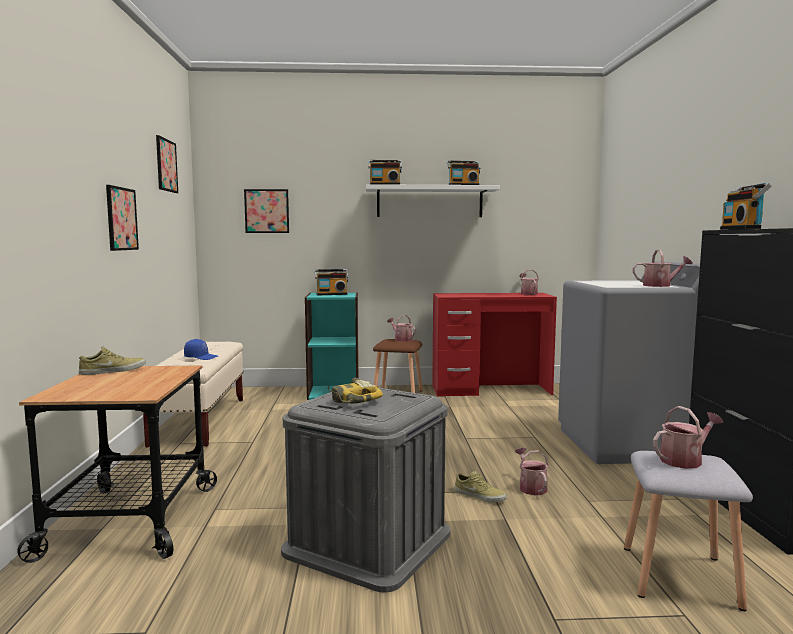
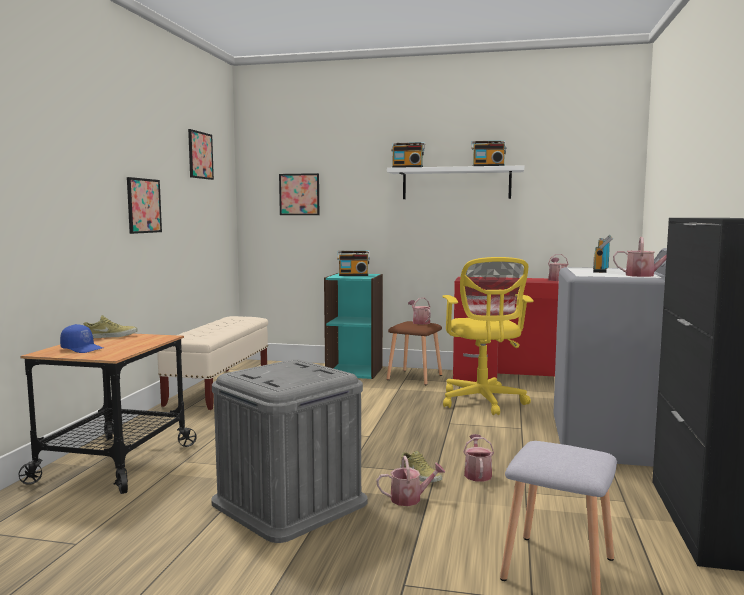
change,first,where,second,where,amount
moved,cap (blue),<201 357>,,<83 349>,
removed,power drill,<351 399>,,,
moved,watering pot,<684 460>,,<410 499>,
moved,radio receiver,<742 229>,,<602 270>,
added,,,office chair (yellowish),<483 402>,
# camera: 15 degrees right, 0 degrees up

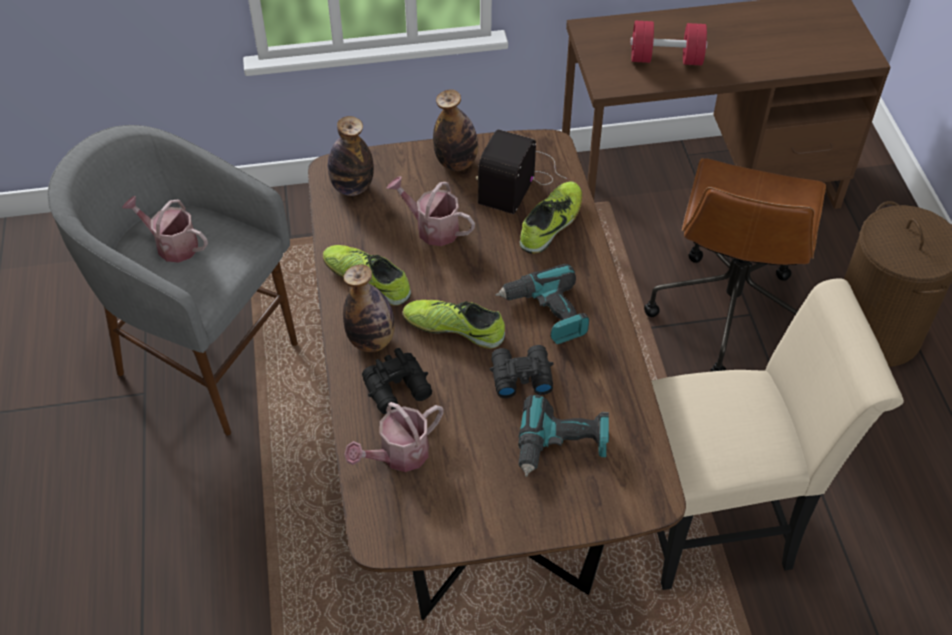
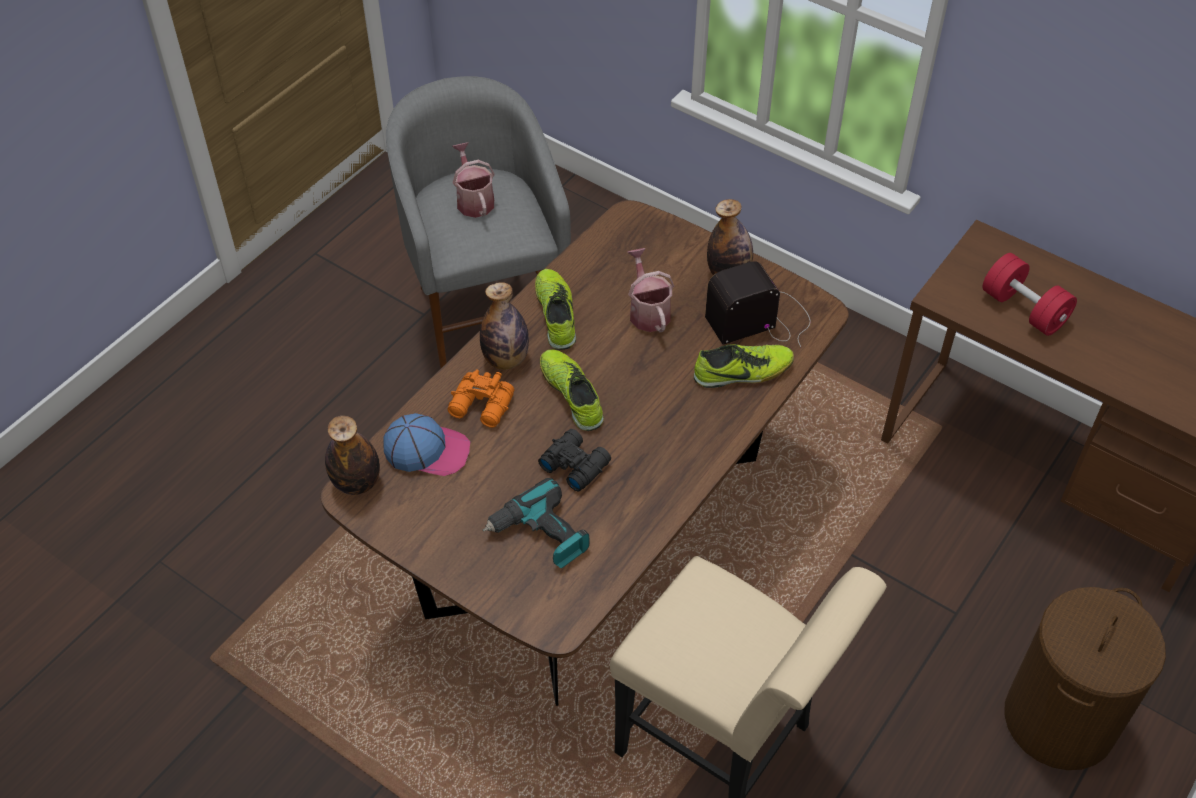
change,first,where,second,where,amount
moved,bottle,<352 187>,,<357 483>,
replaced,watering pot,<398 455>,cap,<427 450>,
recoloured,field glasses (black-coloured),<399 390>,field glasses (orangey),<482 407>,
removed,power drill,<547 313>,,,
removed,office chair (brown),<728 311>,,,
# camera: 45 degrees right, 0 degrees up

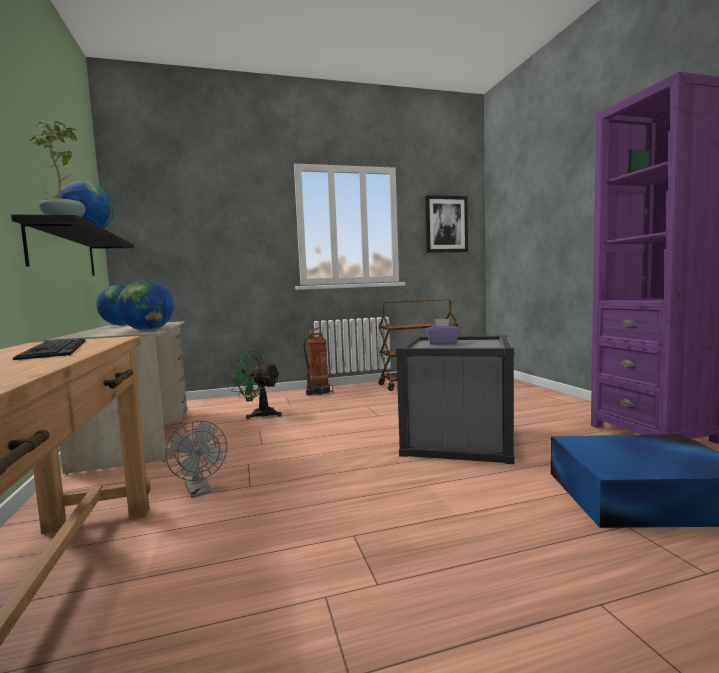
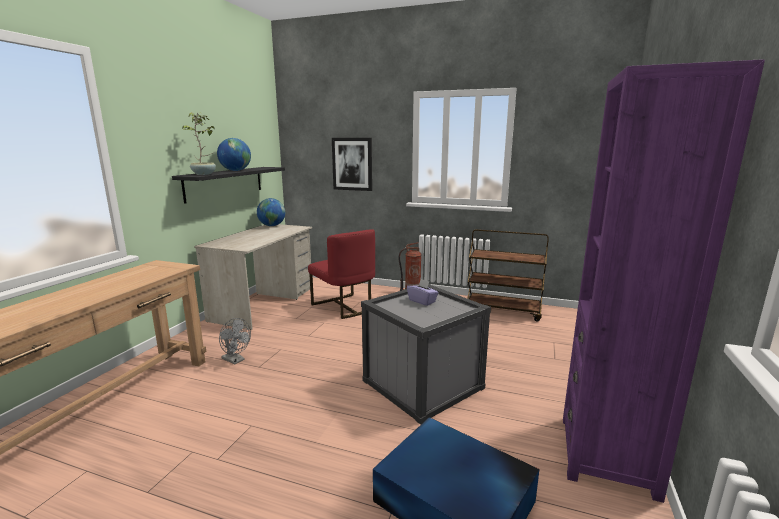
change,first,where,second,where,amount
removed,keyboard,<55 349>,,,
removed,world globe,<148 330>,,,
turned,cooling fan (grey),<200 492>,,<235 360>,60 degrees counterclockwise
replaced,cooling fan (green-coloured),<258 414>,plain chair (red),<344 307>,
moved,wall art,<446 224>,,<352 164>,
# camera: 35 degrees right, 10 degrees up

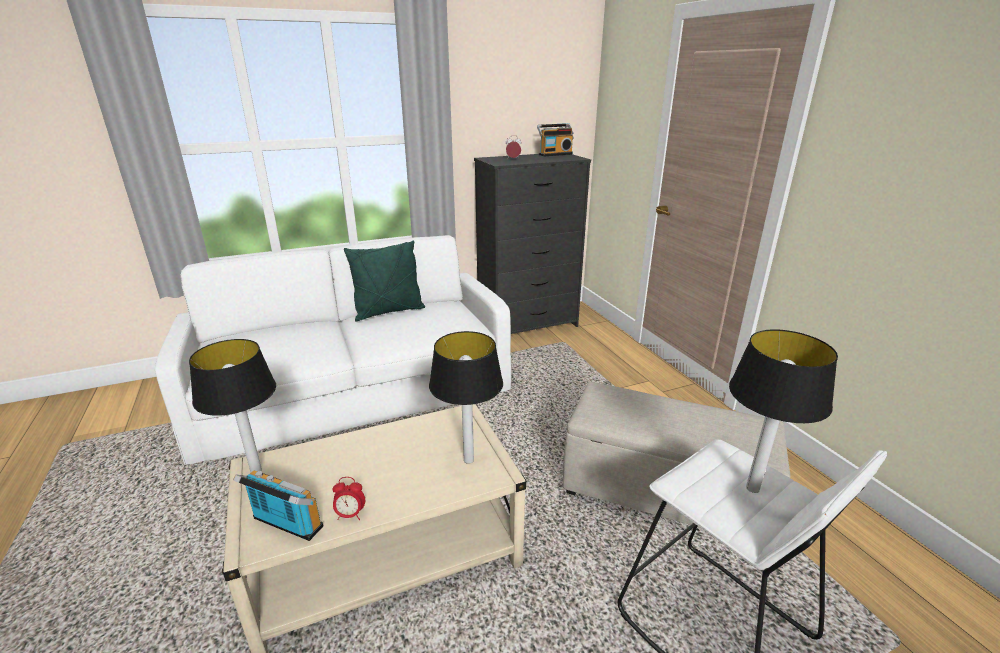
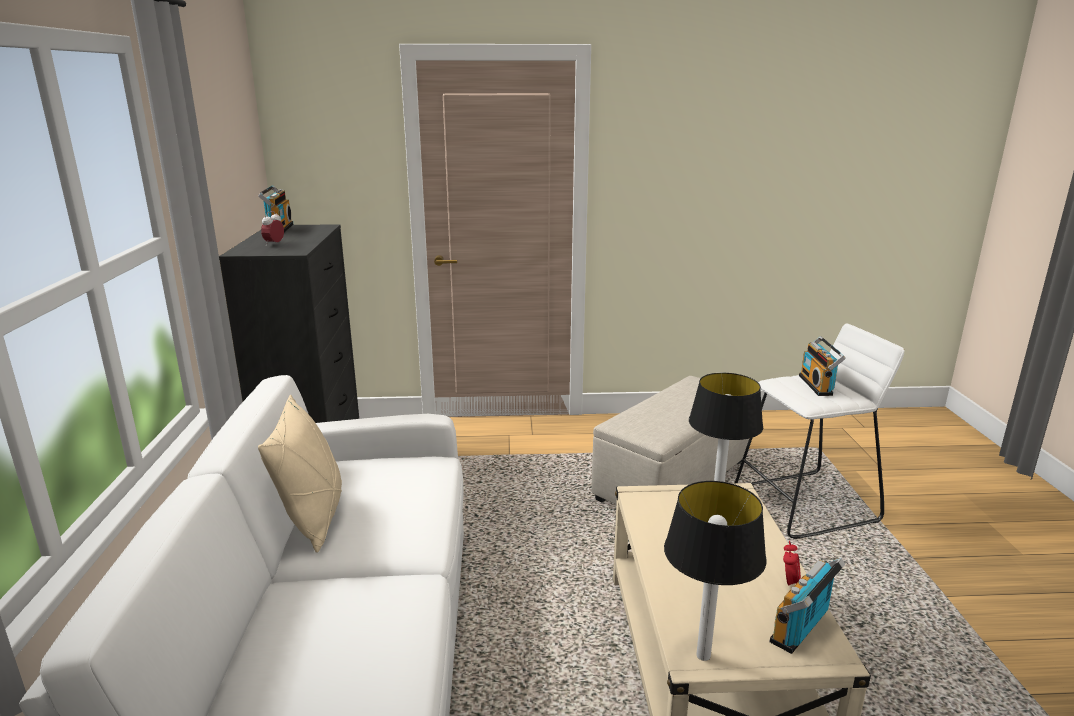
change,first,where,second,where,amount
recoloured,throw pillow (green-coloured),<389 312>,throw pillow (beige-coloured),<314 518>,
replaced,lamp for a table,<753 489>,radio receiver,<818 385>,
# camera: 70 degrees left, 5 degrees down

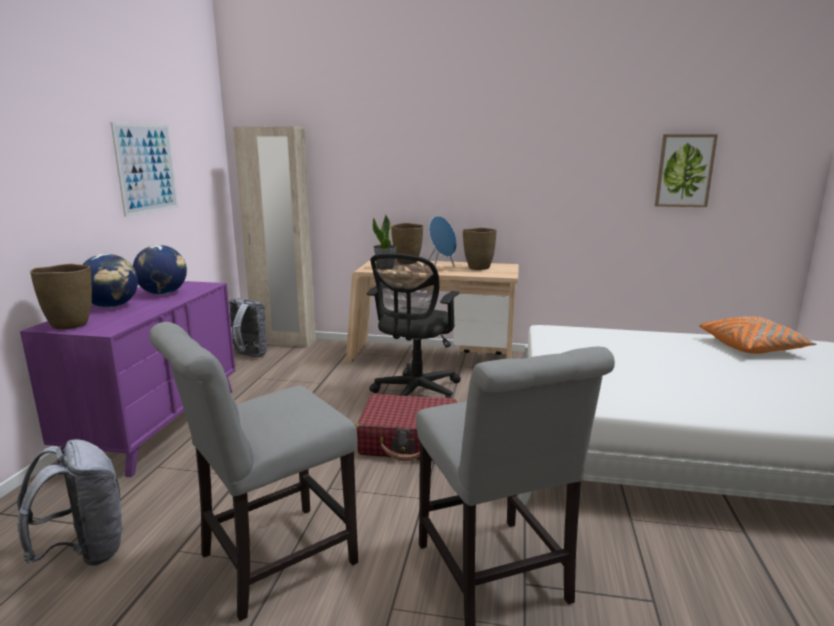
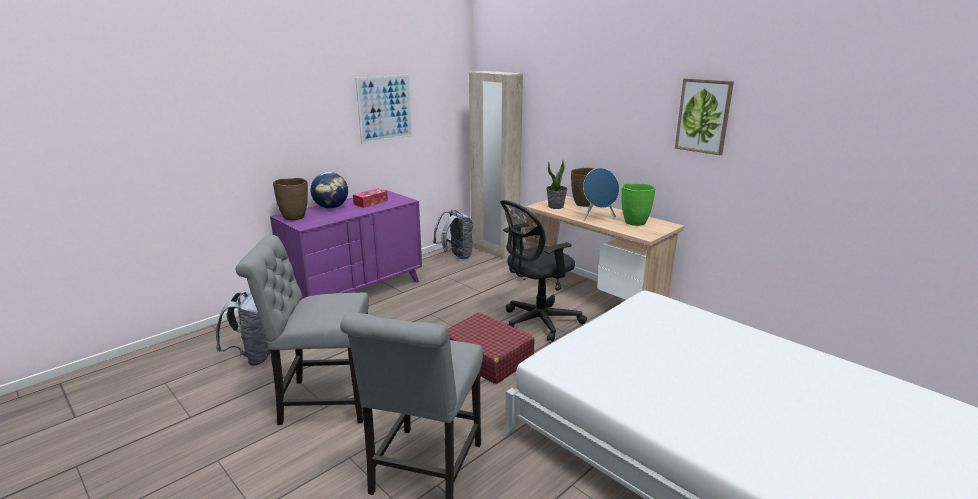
change,first,where,second,where,amount
replaced,world globe,<163 293>,tissue box,<370 202>,
recoloured,vase (brown),<478 268>,vase (green-coloured),<634 222>,
moved,wall art,<684 171>,,<703 116>,
removed,throw pillow (orangey),<752 347>,,,
# camera: 35 degrees right, 5 degrees up

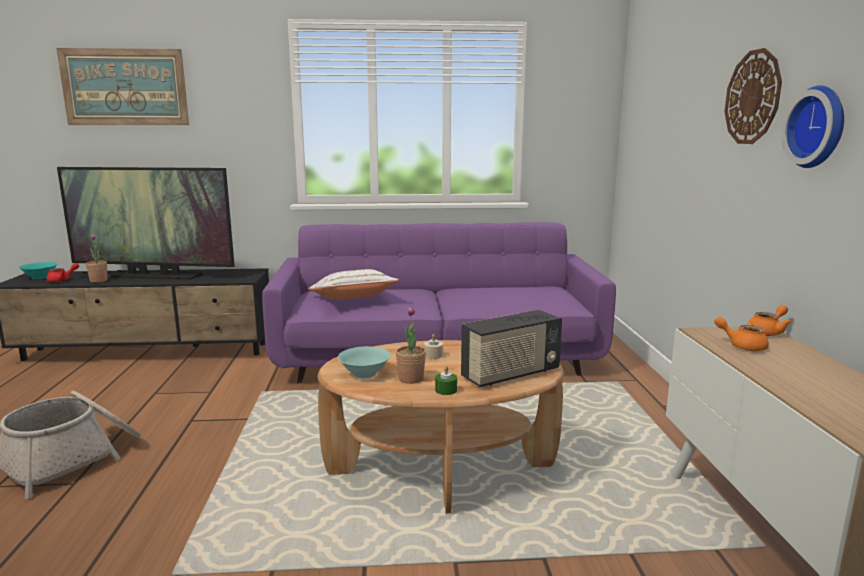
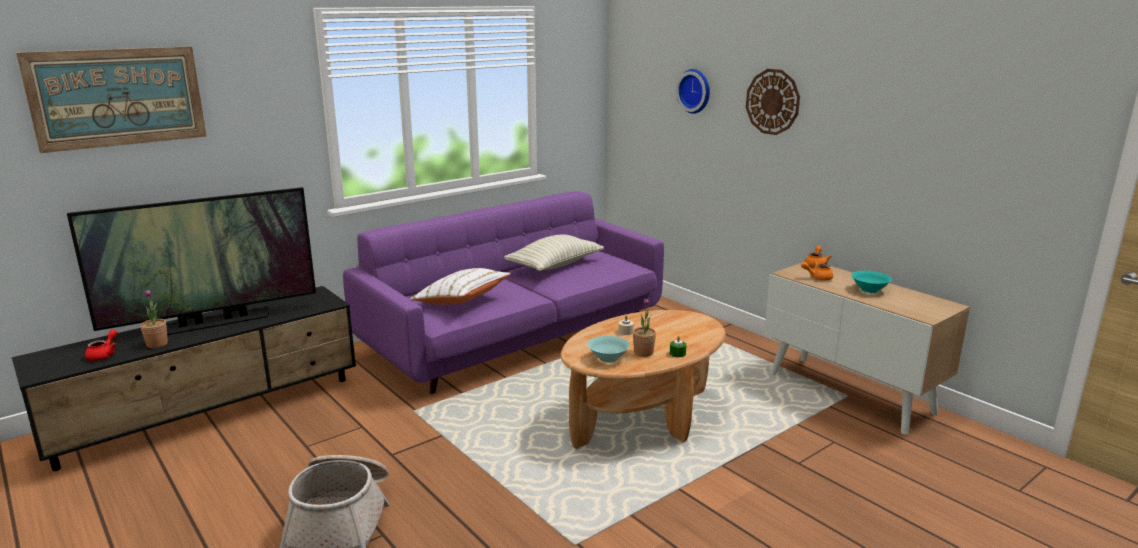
change,first,where,second,where,amount
moved,bowl (turquoise-coloured),<40 277>,,<869 290>,
removed,radio receiver,<510 375>,,,
moved,wall clock,<819 127>,,<695 91>,
added,,,throw pillow,<555 265>,
# camera: 35 degrees left, 5 degrees up

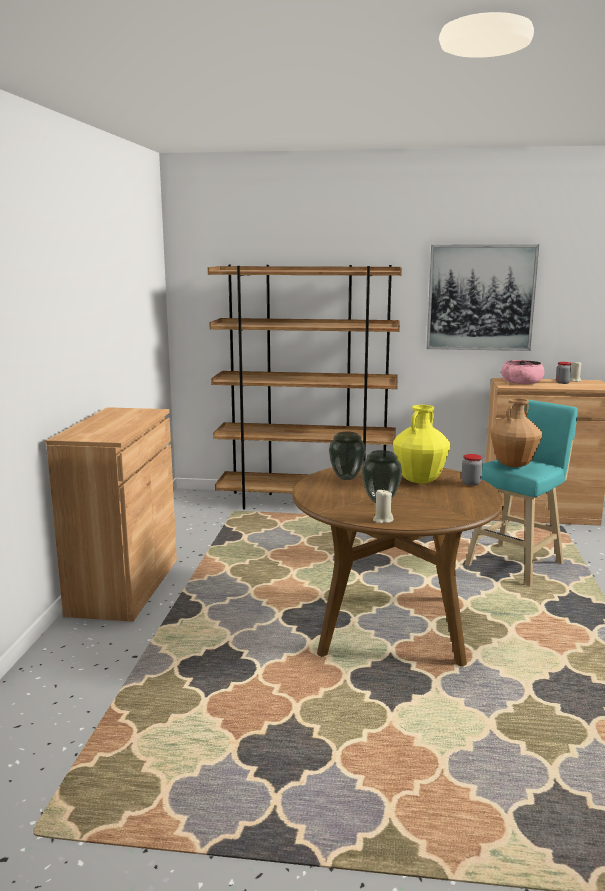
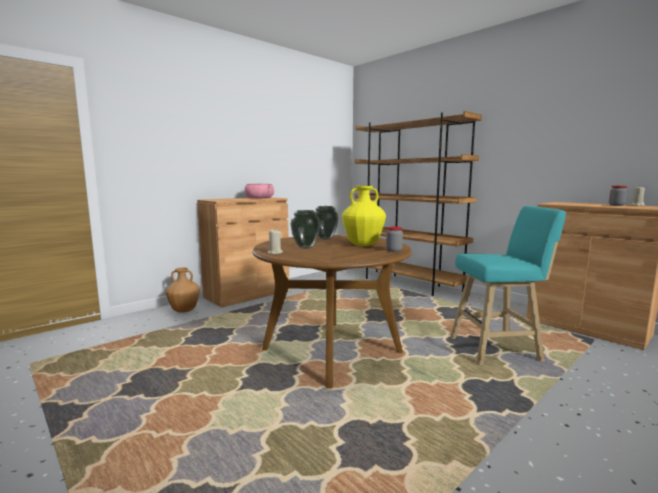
change,first,where,second,where,amount
removed,wall art,<480 297>,,,
moved,vase (brown),<513 465>,,<184 311>,
moved,bowl (pink-coloured),<521 382>,,<259 198>,
# camera: 40 degrees right, 5 degrees down

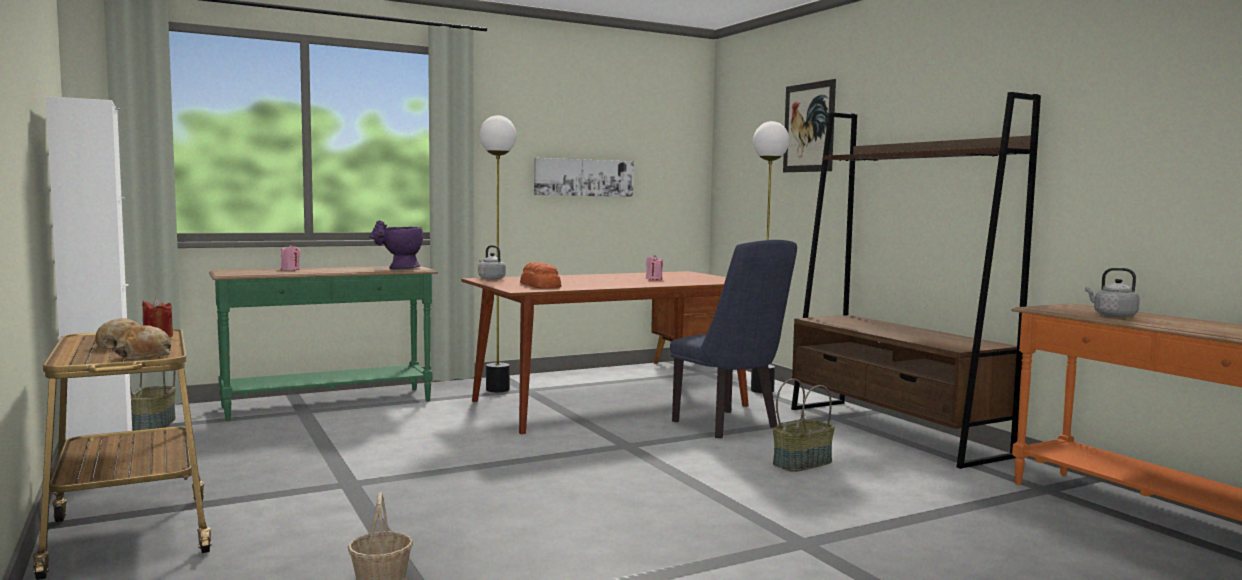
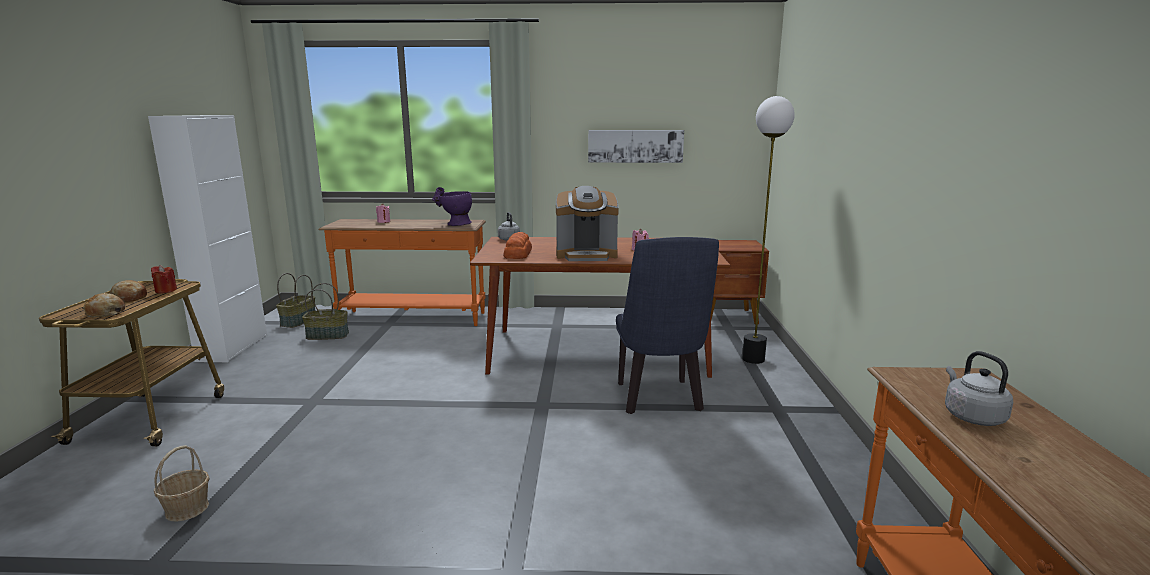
change,first,where,second,where,amount
recoloured,hall table (green-coloured),<328 404>,hall table (orangey),<412 319>,
removed,standing lamp,<497 389>,,,
moved,storage basket,<802 463>,,<328 335>,
removed,wall art,<809 127>,,,
removed,shelving unit (brown),<893 431>,,,
added,,,coffee maker,<586 255>,
# camera: 30 degrees right, 10 degrees up

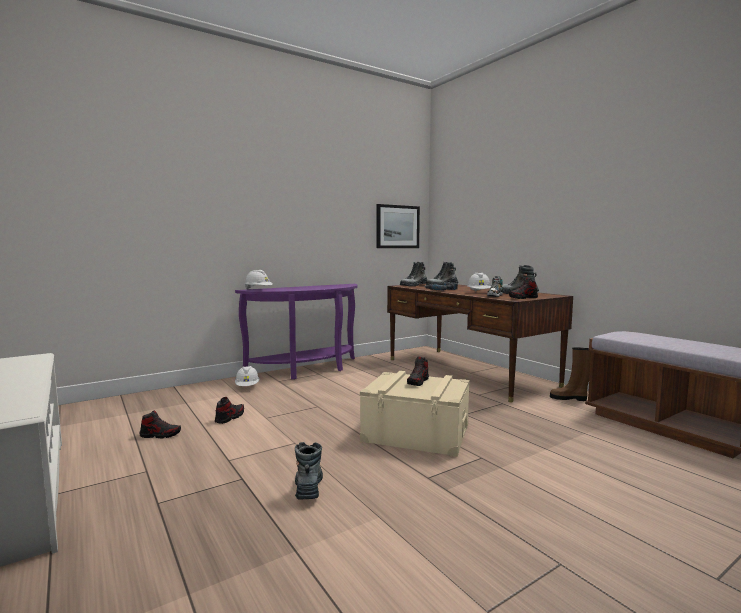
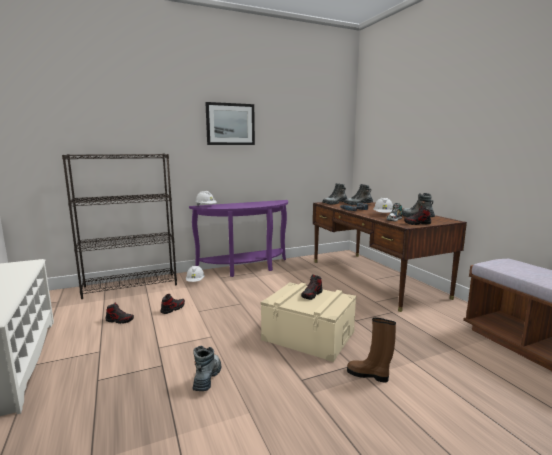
change,first,where,second,where,amount
moved,wall art,<397 227>,,<230 124>,
moved,boot (brown),<569 398>,,<369 375>,
added,,,shelving unit (black-coloured),<131 285>,
# camera: 10 degrees right, 5 degrees up

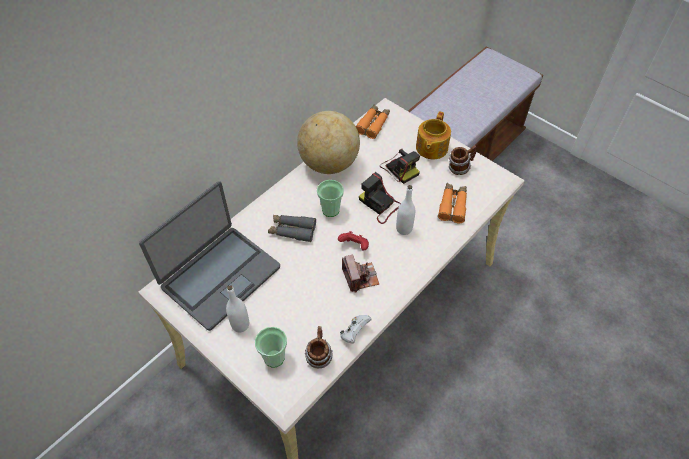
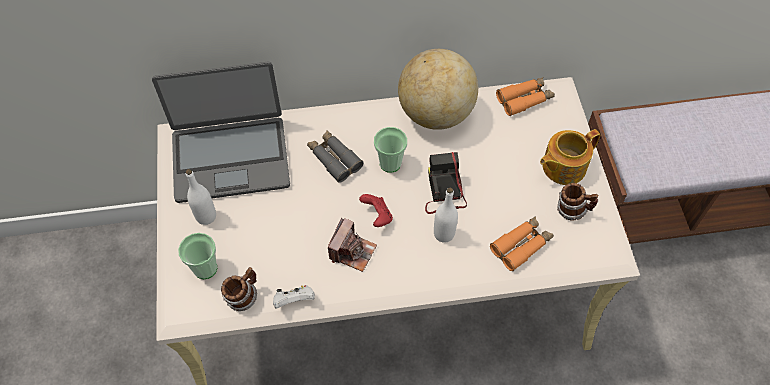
change,first,where,second,where,amount
removed,still camera,<399 168>,,,
# camera: 40 degrees right, 5 degrees up

